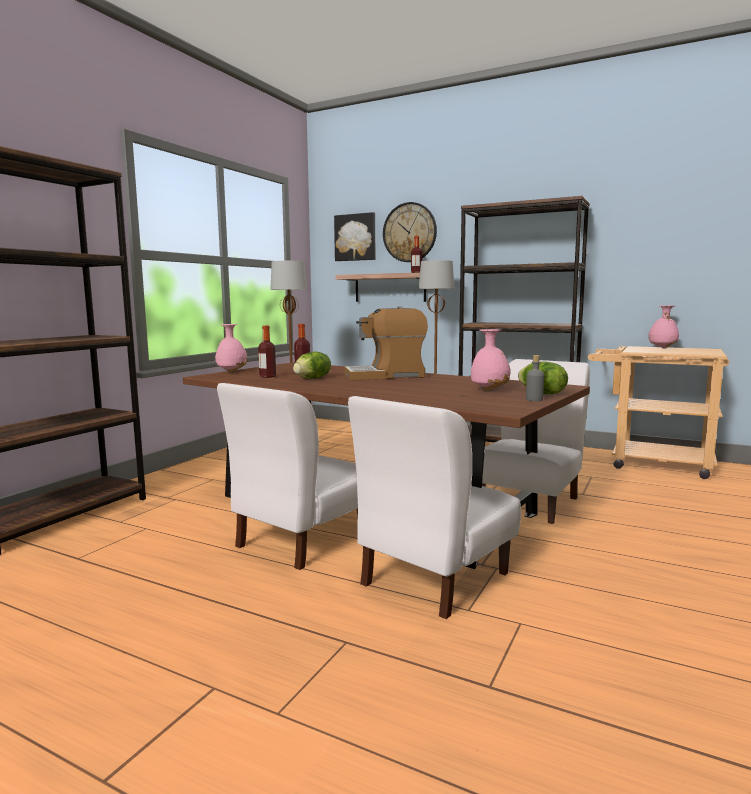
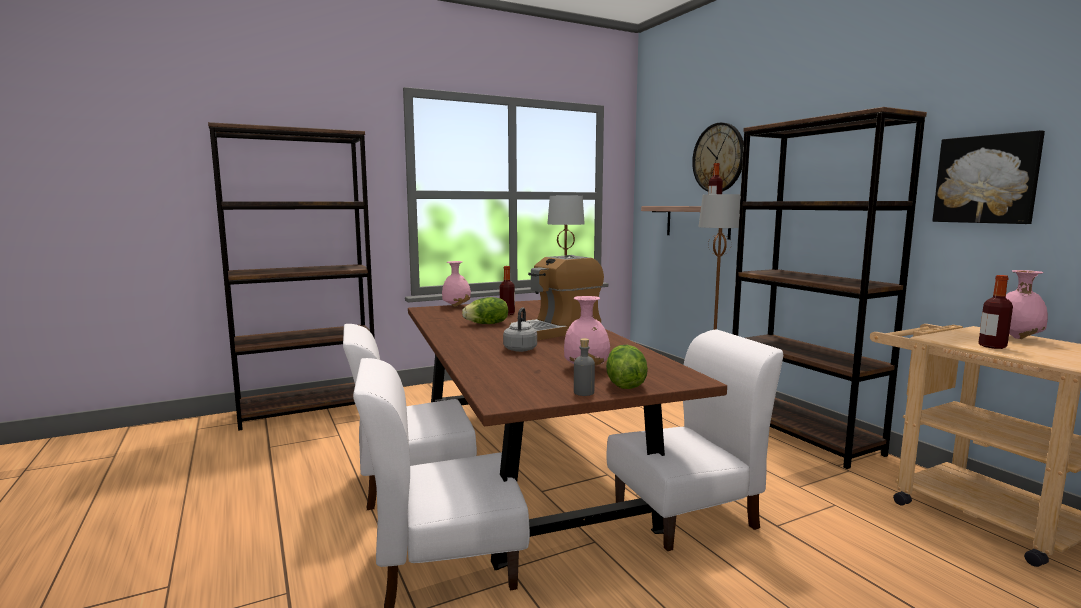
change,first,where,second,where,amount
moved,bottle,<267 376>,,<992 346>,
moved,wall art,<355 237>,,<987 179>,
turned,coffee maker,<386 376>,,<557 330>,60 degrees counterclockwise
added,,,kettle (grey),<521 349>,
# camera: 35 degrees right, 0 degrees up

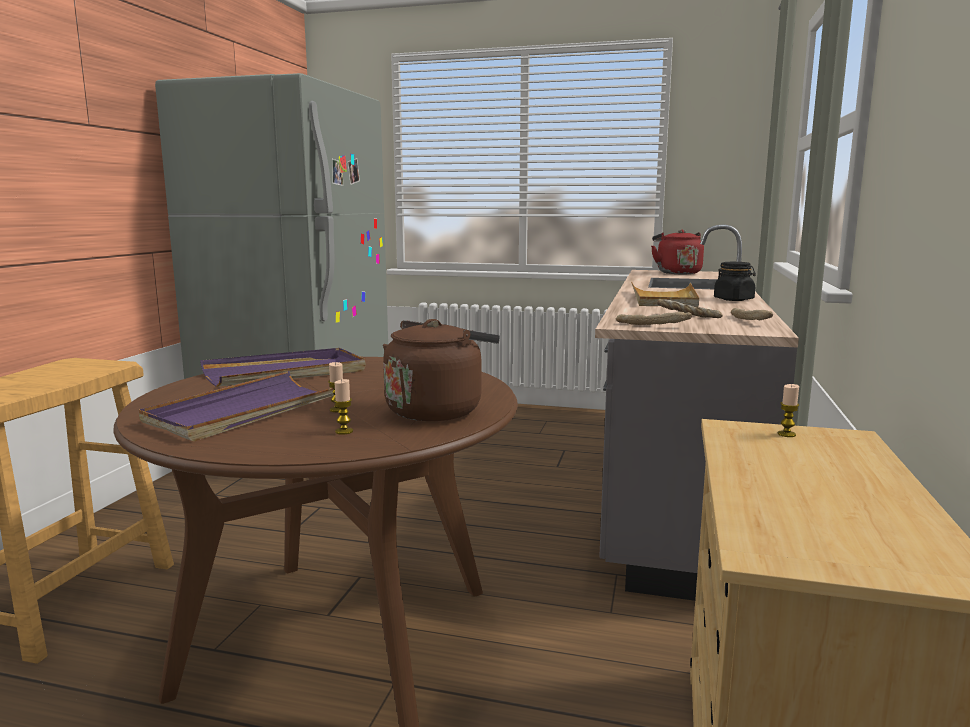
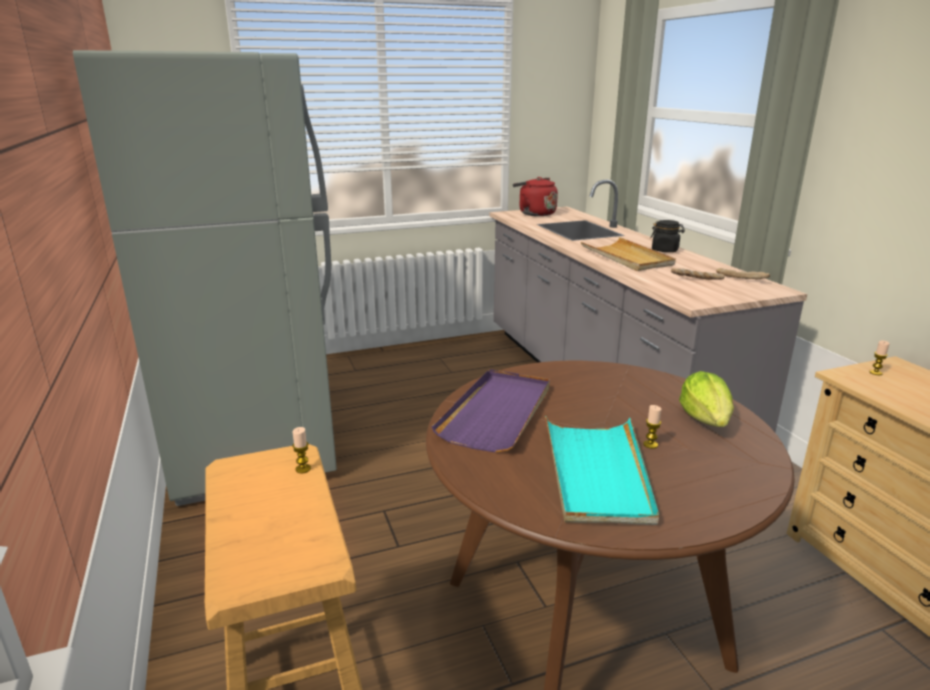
change,first,where,second,where,amount
recoloured,serving tray (purple-coloured),<247 411>,serving tray (turquoise-coloured),<597 473>,
moved,candle,<344 431>,,<303 469>,
replaced,kettle (brown),<437 410>,lettuce,<706 420>,
removed,bread,<652 325>,,,
# camera: 35 degrees left, 10 degrees up

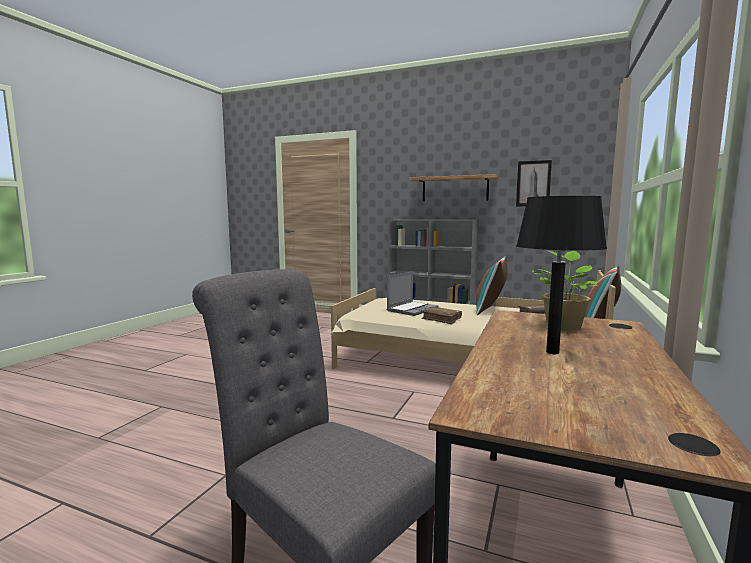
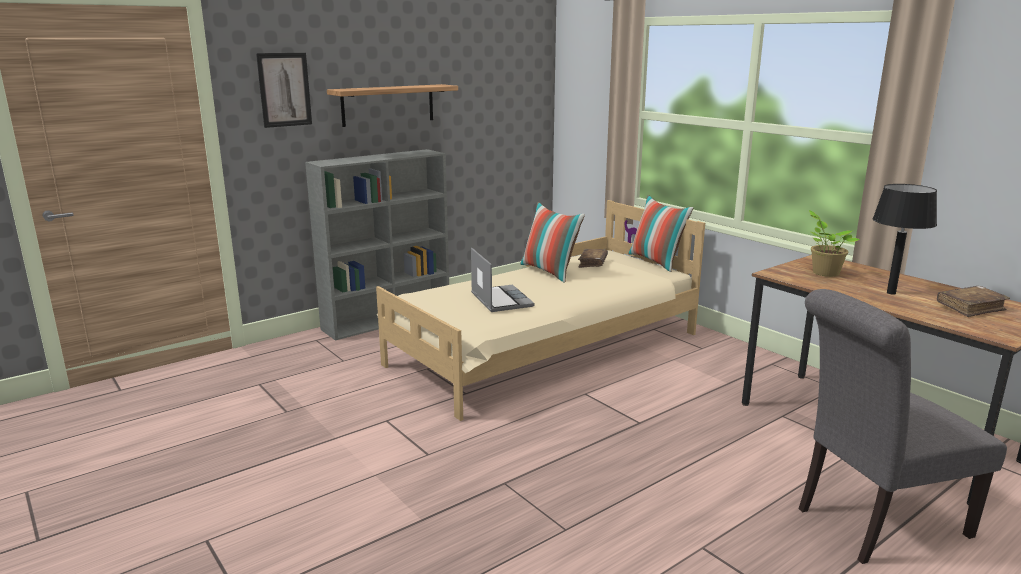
change,first,where,second,where,amount
moved,book (brown),<441 319>,,<970 308>,
moved,wall art,<533 183>,,<284 89>,
# camera: 60 degrees left, 10 degrees up

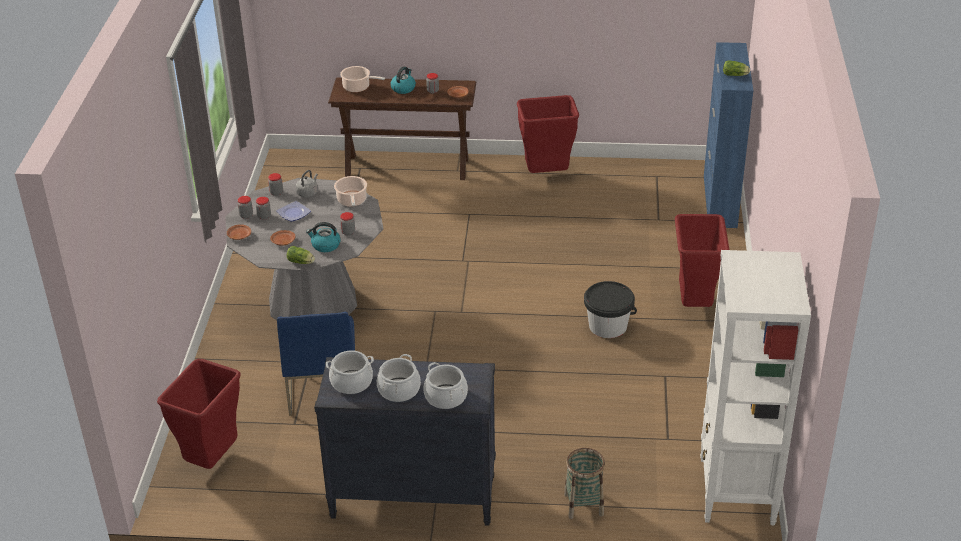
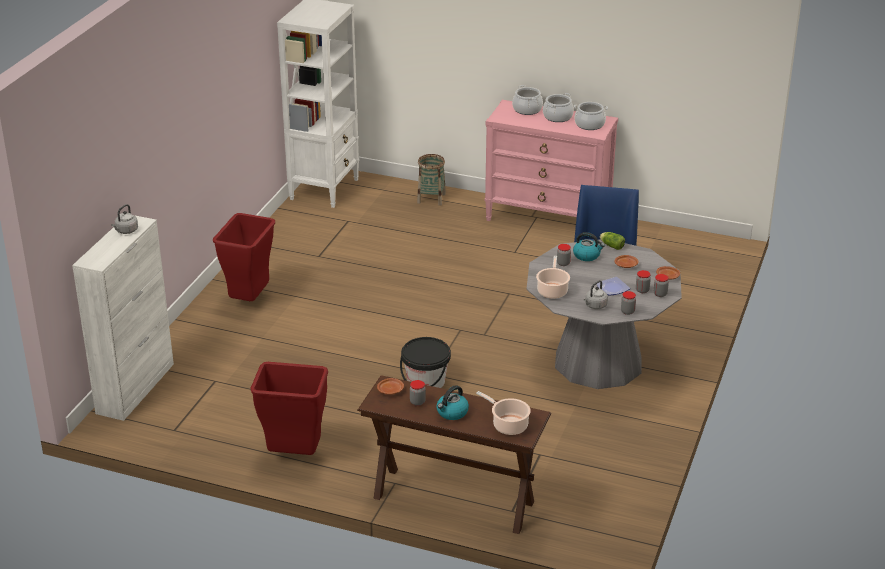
change,first,where,second,where,amount
removed,trash can (red),<212 460>,,,
recoloured,dresser (black-coloured),<412 498>,dresser (pink-coloured),<548 219>,
moved,bucket (black-coloured),<608 326>,,<426 381>,
recoloured,cupboard (blue),<719 201>,cupboard (white-coloured),<136 388>,
replaced,lettuce,<735 75>,kettle (grey),<126 231>,
# camera: 165 degrees left, 5 degrees down

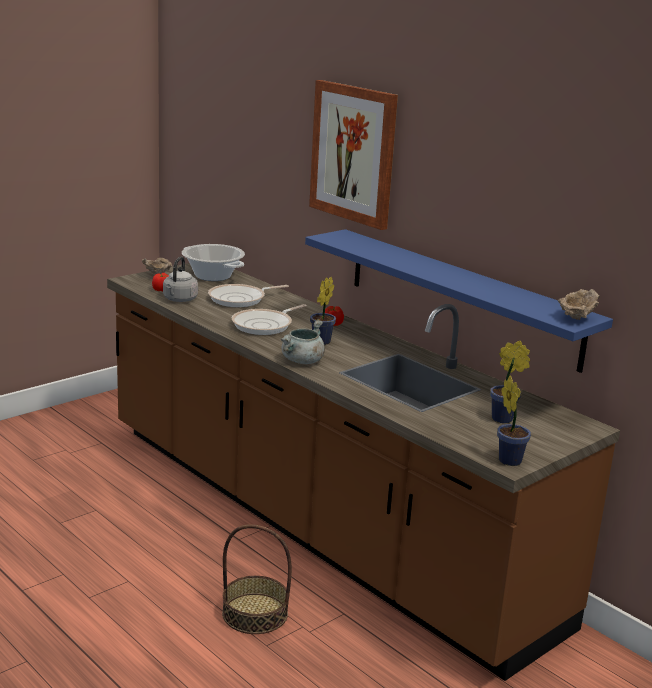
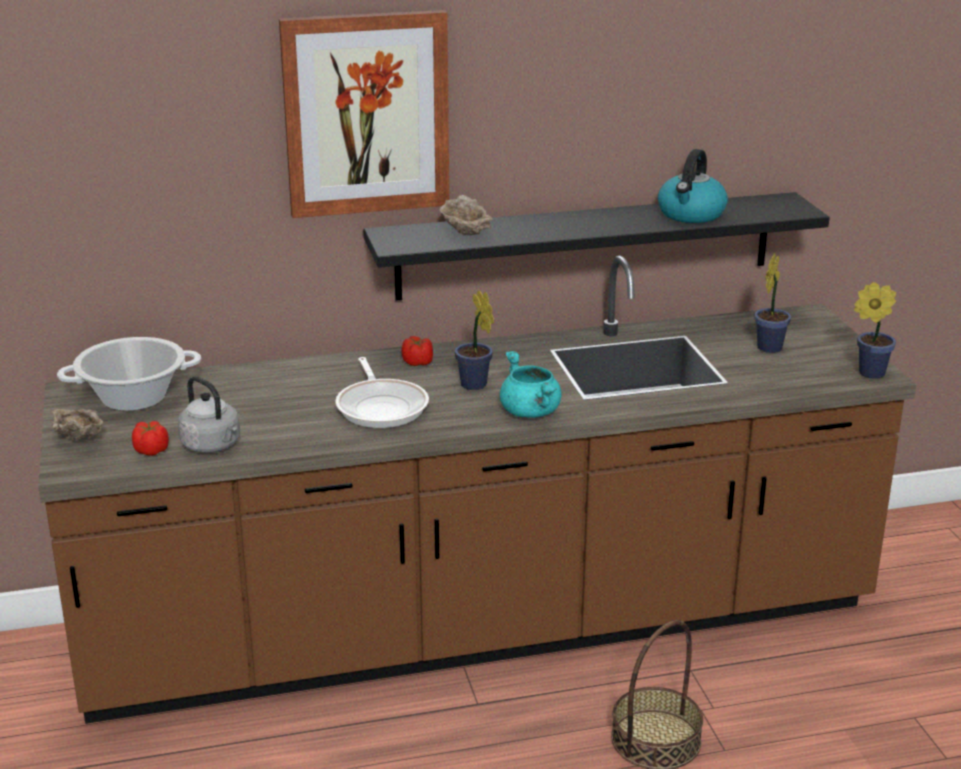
change,first,where,second,where,amount
removed,frying pan,<240 299>,,,
recoloured,saucepot (grey),<302 361>,saucepot (turquoise-coloured),<531 413>,
recoloured,bracket shelf (blue),<461 297>,bracket shelf (black-coloured),<585 245>,
moved,bowl (beige-coloured),<575 318>,,<465 234>,
added,,,kettle,<691 214>,
# camera: 60 degrees left, 5 degrees up

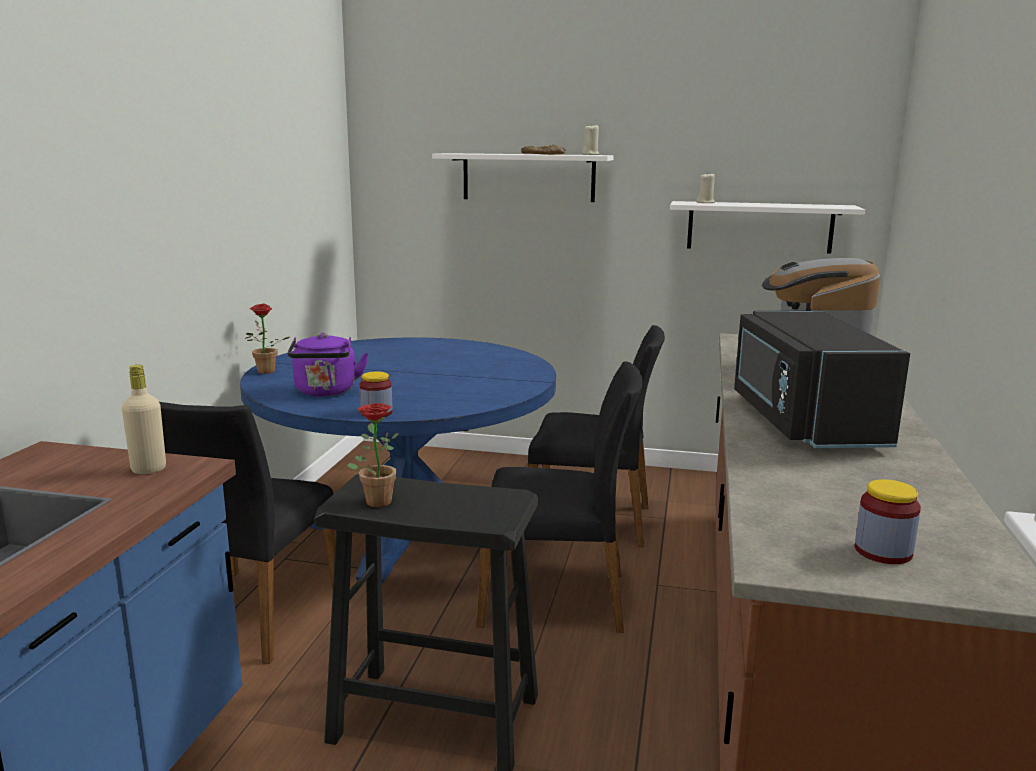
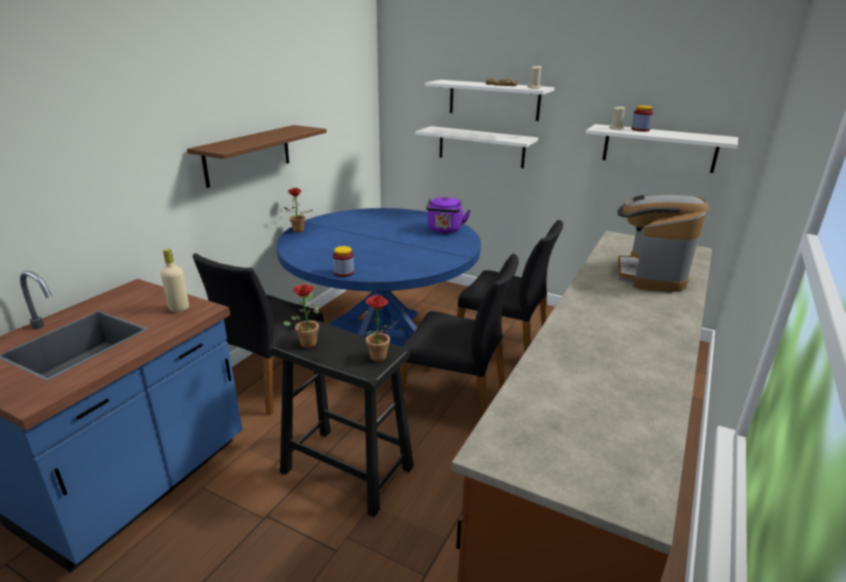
change,first,where,second,where,amount
moved,kettle (purple-coloured),<326 392>,,<444 230>,
removed,kitchen microwave (black-coloured),<802 422>,,,
moved,storage jar,<883 551>,,<640 130>,
added,,,bracket shelf (brown),<248 155>,
added,,,potted plant,<379 359>,
added,,,bracket shelf (white-coloured),<481 147>,
# camera: 15 degrees right, 10 degrees up

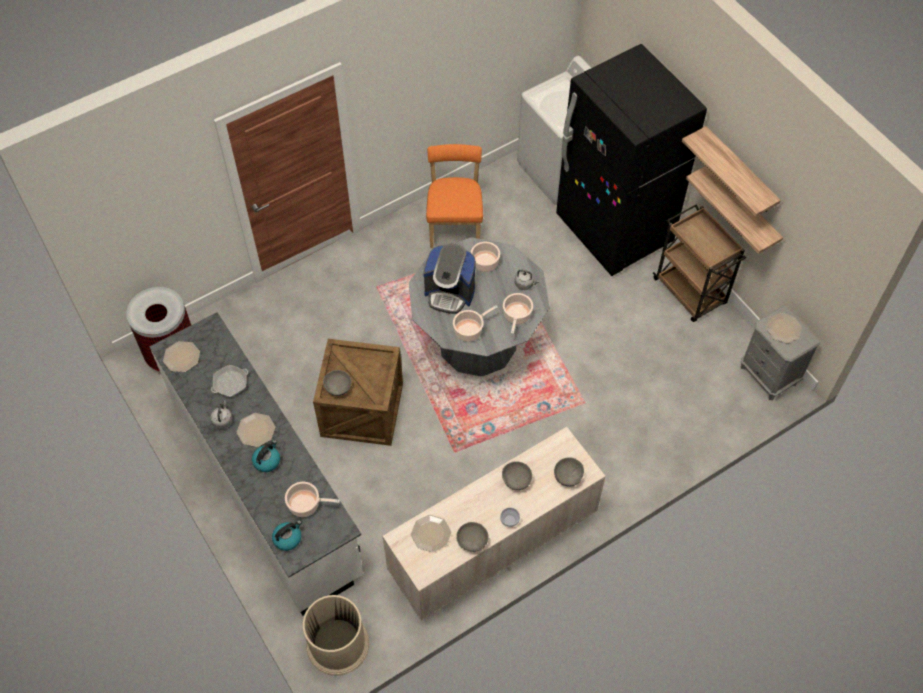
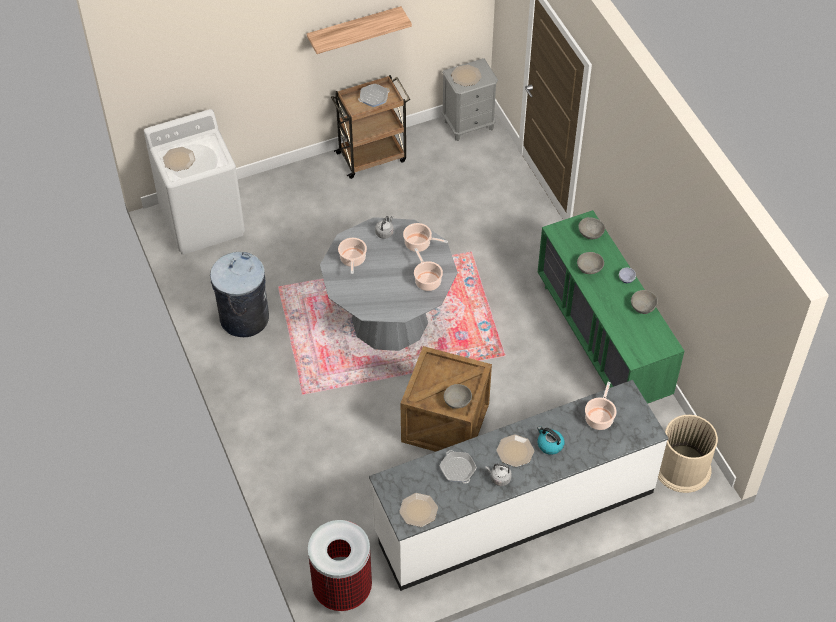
change,first,where,second,where,amount
removed,kettle,<288 538>,,,
recoloured,dresser (beige-coloured),<492 546>,dresser (green-coloured),<602 341>,
moved,flat dish,<431 534>,,<179 159>,
removed,coffee maker,<450 293>,,,
replaced,plain chair (orangey),<455 225>,trash can (grey),<244 318>,
removed,refrigerator (black-coloured),<614 230>,,,
removed,bracket shelf,<743 208>,,,
added,,,frying pan,<374 97>,
# camera: 80 degrees left, 5 degrees down

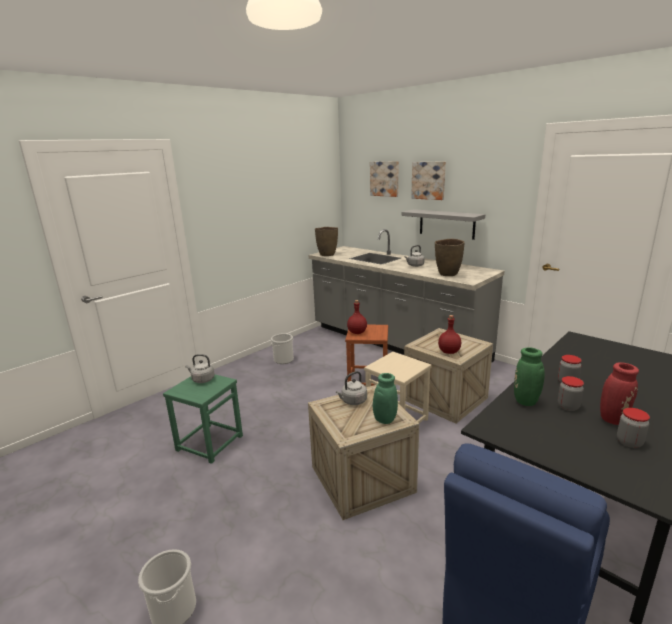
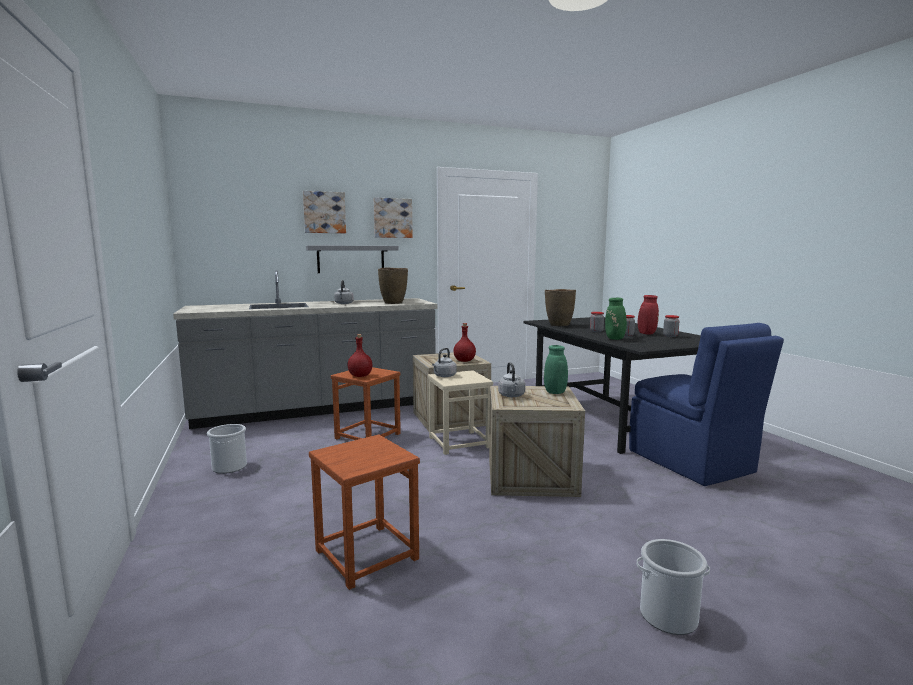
change,first,where,second,where,amount
recoloured,sitting stool (green-coloured),<209 443>,sitting stool (brown),<365 555>,
moved,kettle (grey),<202 379>,,<444 376>,
moved,vase (brown),<327 255>,,<559 325>,
moved,wall art,<385 178>,,<392 218>,
# camera: 65 degrees left, 10 degrees down

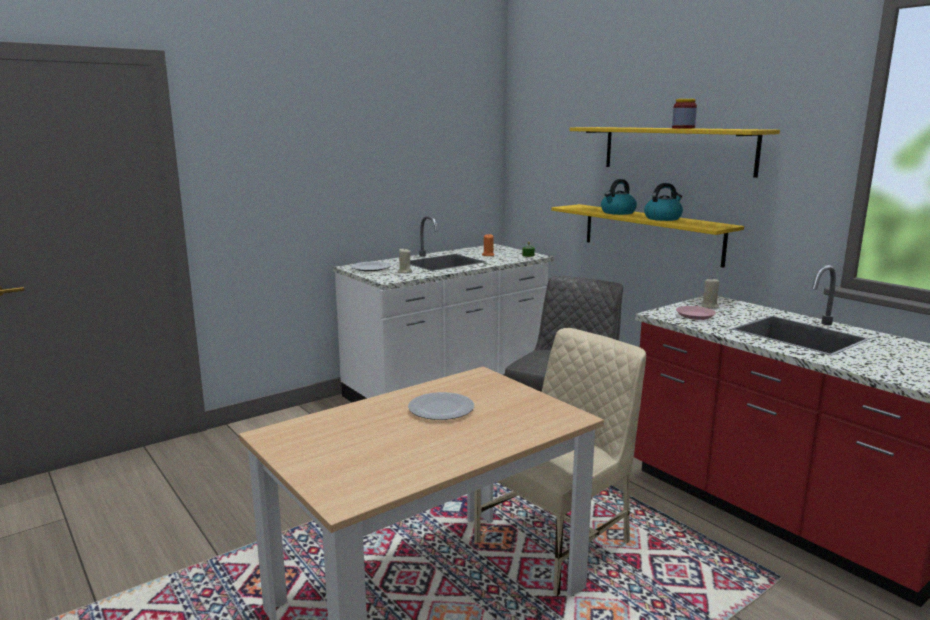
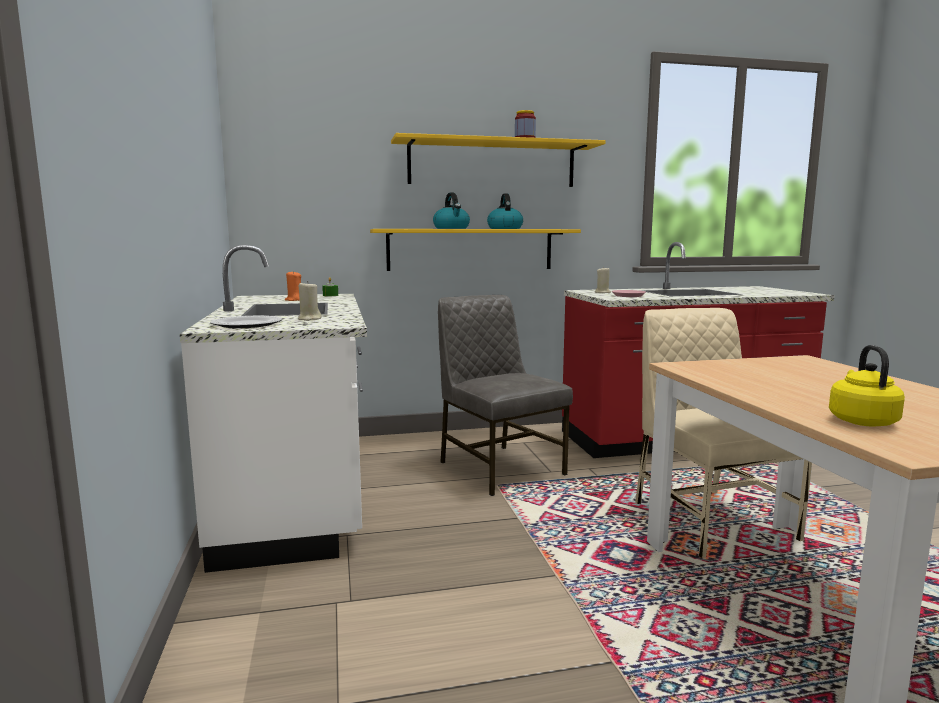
change,first,where,second,where,amount
removed,flat dish,<442 409>,,,
added,,,kettle (yellowish),<861 420>,
# camera: 65 degrees left, 5 degrees down

